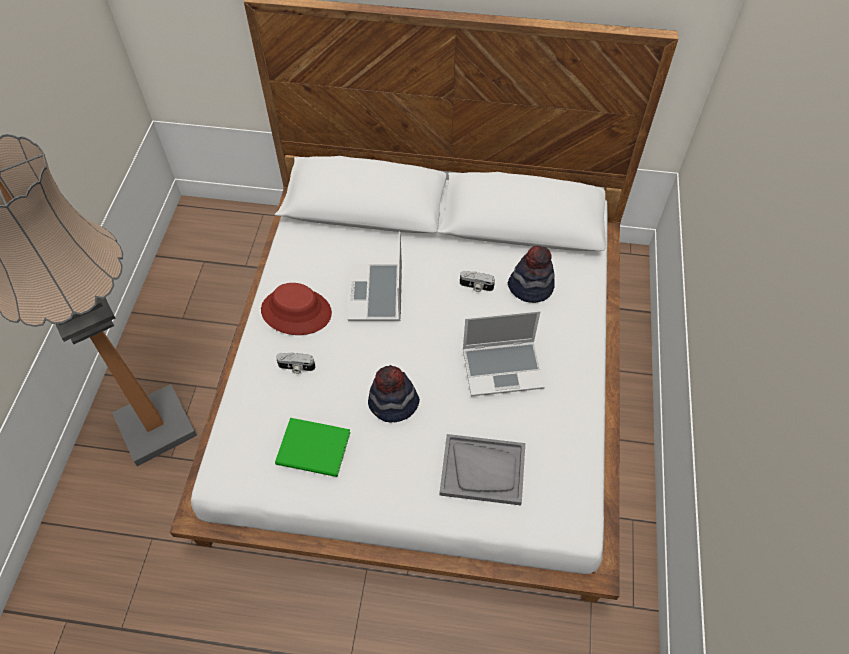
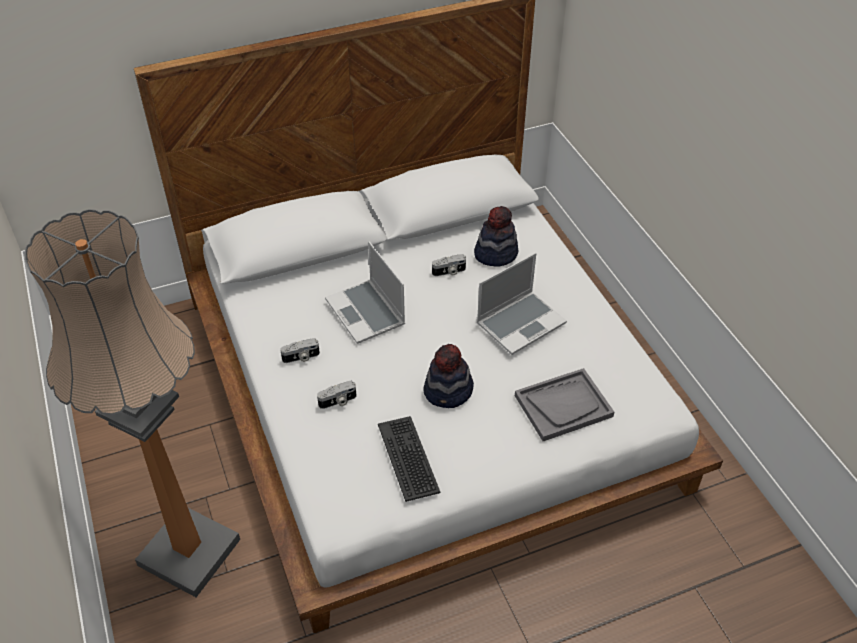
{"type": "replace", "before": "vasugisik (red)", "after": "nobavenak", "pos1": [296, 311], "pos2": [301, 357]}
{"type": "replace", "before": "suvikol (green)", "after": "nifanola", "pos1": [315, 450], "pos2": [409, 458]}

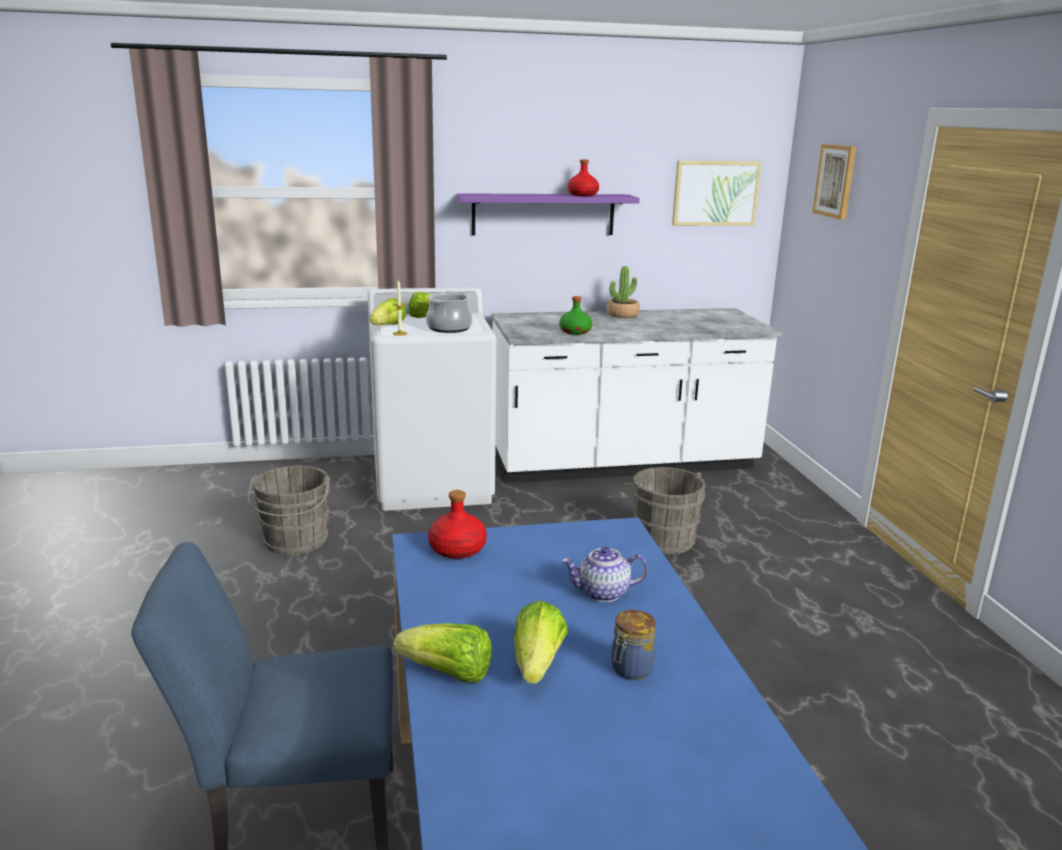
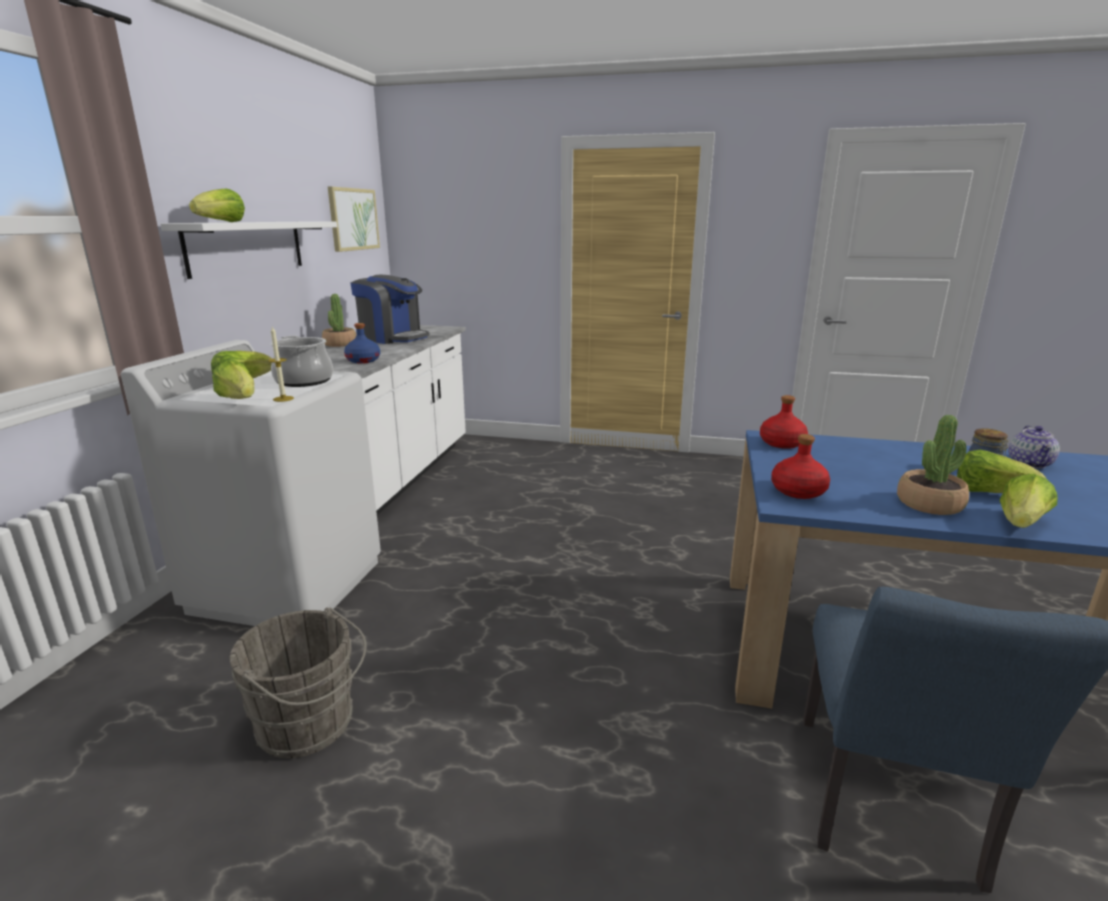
{"type": "delete", "before": "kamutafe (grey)", "pos1": [661, 538]}
{"type": "delete", "before": "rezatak", "pos1": [836, 181]}
{"type": "insert", "after": "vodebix", "pos2": [222, 222]}
{"type": "insert", "after": "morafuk", "pos2": [392, 338]}
{"type": "insert", "after": "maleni", "pos2": [929, 504]}
{"type": "move", "before": "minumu", "pos1": [603, 593], "pos2": [1030, 463]}
{"type": "move", "before": "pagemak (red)", "pos1": [582, 195], "pos2": [781, 443]}
{"type": "recolor", "before": "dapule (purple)", "after": "dapule (white)", "pos1": [543, 214], "pos2": [246, 247]}
{"type": "recolor", "before": "pagemak (green)", "after": "pagemak (blue)", "pos1": [575, 332], "pos2": [363, 360]}

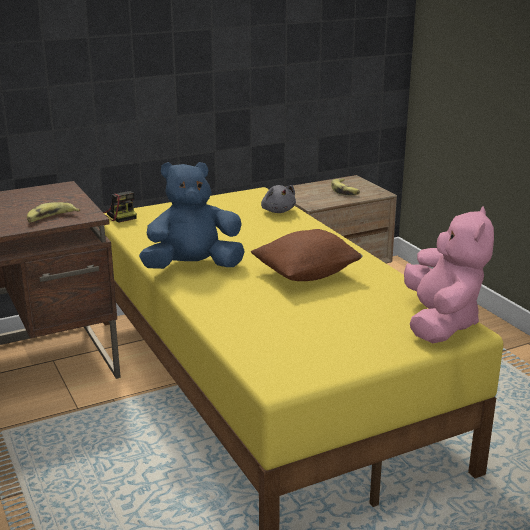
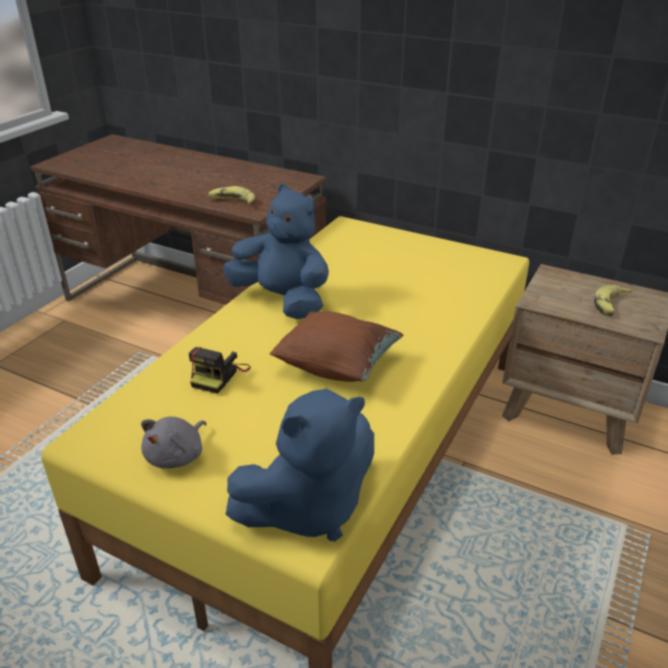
{"type": "move", "before": "nobavenak", "pos1": [120, 215], "pos2": [219, 375]}
{"type": "move", "before": "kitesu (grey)", "pos1": [278, 211], "pos2": [177, 455]}
{"type": "recolor", "before": "kitesu (pink)", "after": "kitesu (blue)", "pos1": [440, 323], "pos2": [309, 507]}

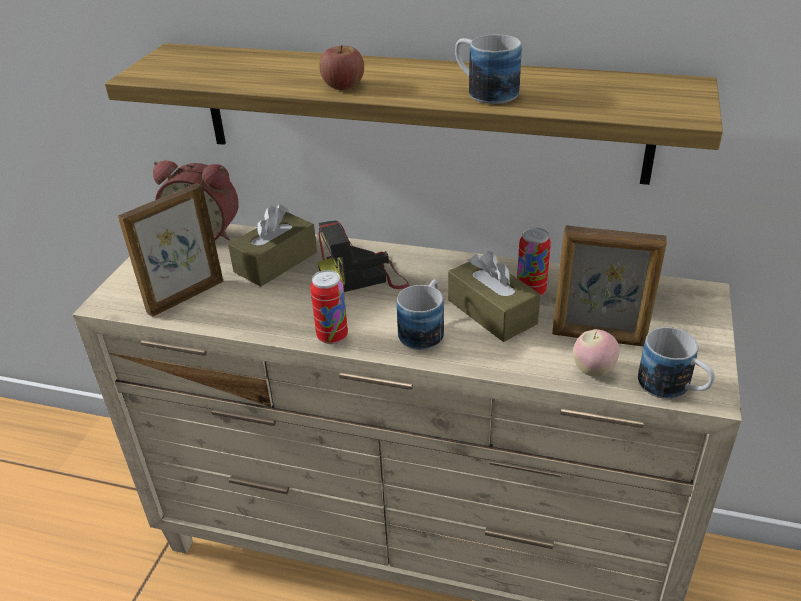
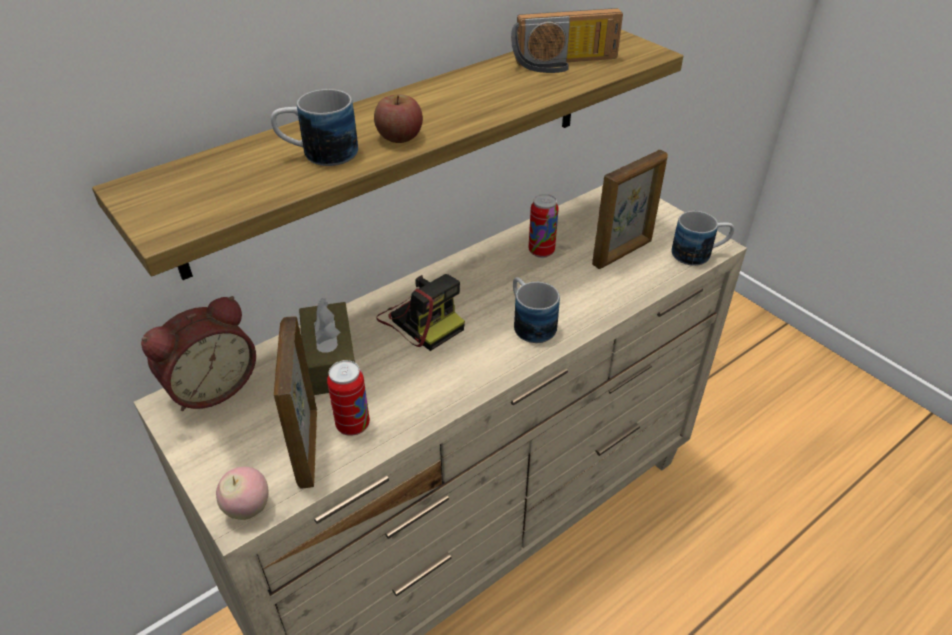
{"type": "delete", "before": "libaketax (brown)", "pos1": [492, 312]}
{"type": "insert", "after": "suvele", "pos2": [565, 64]}
{"type": "move", "before": "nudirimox", "pos1": [332, 336], "pos2": [353, 425]}
{"type": "move", "before": "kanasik", "pos1": [484, 91], "pos2": [318, 154]}
{"type": "move", "before": "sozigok", "pos1": [593, 370], "pos2": [248, 508]}
{"type": "rotate", "before": "nobavenak", "pos1": [364, 276], "pos2": [421, 320], "turn": -60}

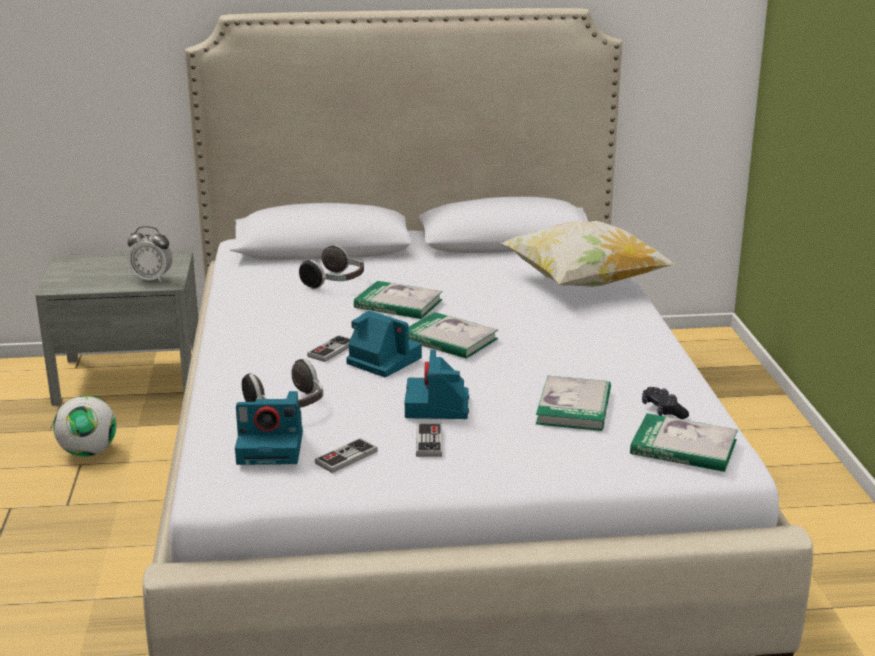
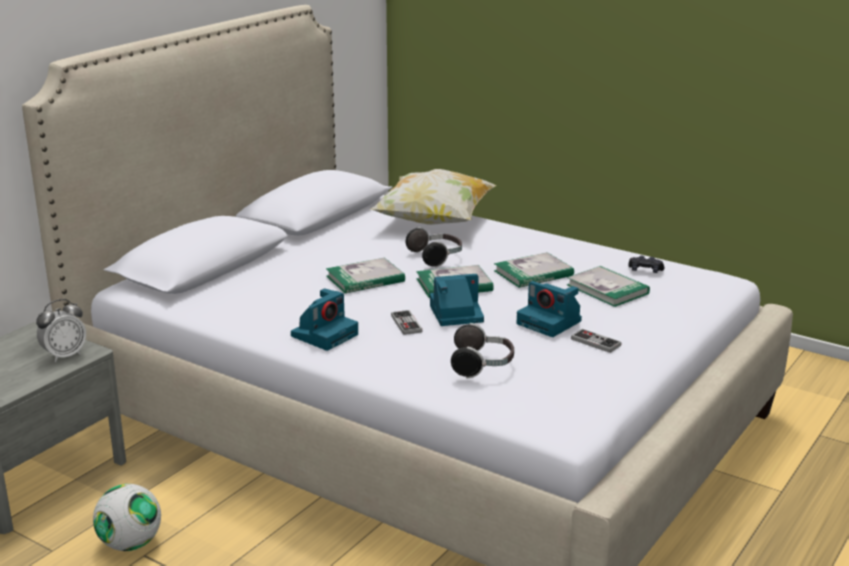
{"type": "delete", "before": "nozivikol", "pos1": [346, 457]}
{"type": "move", "before": "nobavenak", "pos1": [272, 447], "pos2": [325, 334]}
{"type": "move", "before": "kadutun", "pos1": [335, 282], "pos2": [436, 257]}
{"type": "move", "before": "suvikol", "pos1": [683, 447], "pos2": [533, 273]}

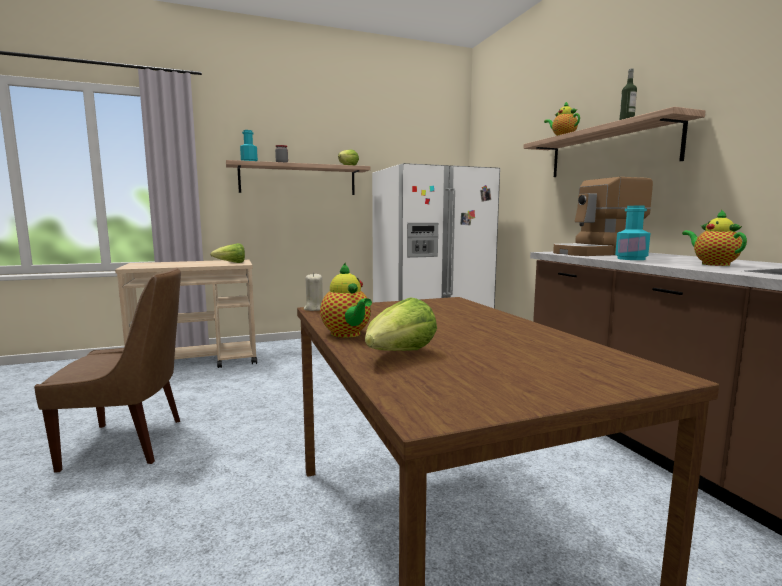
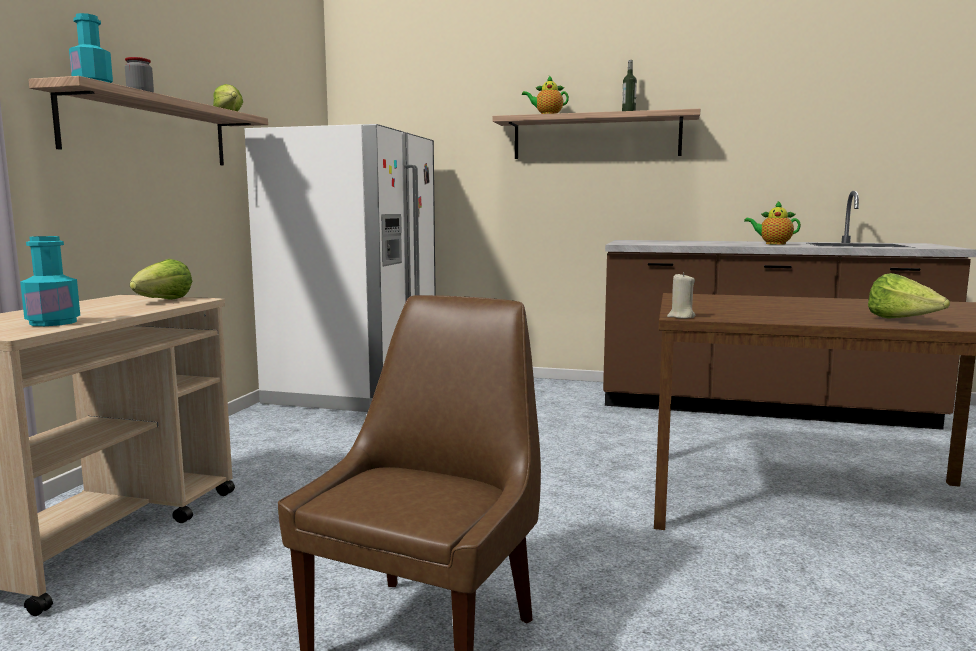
{"type": "delete", "before": "minumu", "pos1": [347, 334]}
{"type": "delete", "before": "morafuk", "pos1": [598, 253]}
{"type": "move", "before": "pagemak (turquoise)", "pos1": [631, 259], "pos2": [53, 323]}

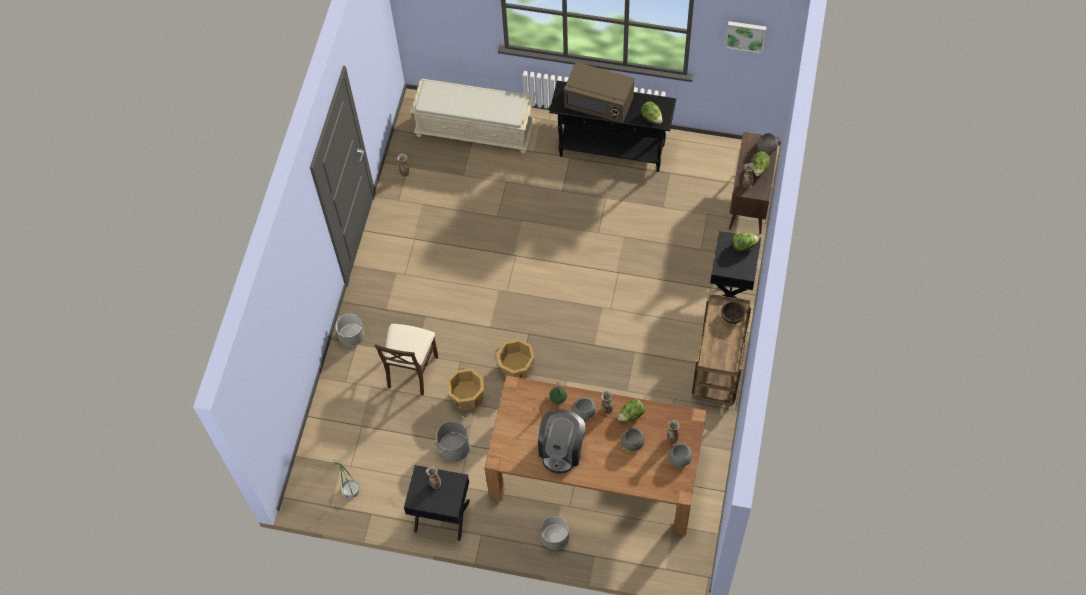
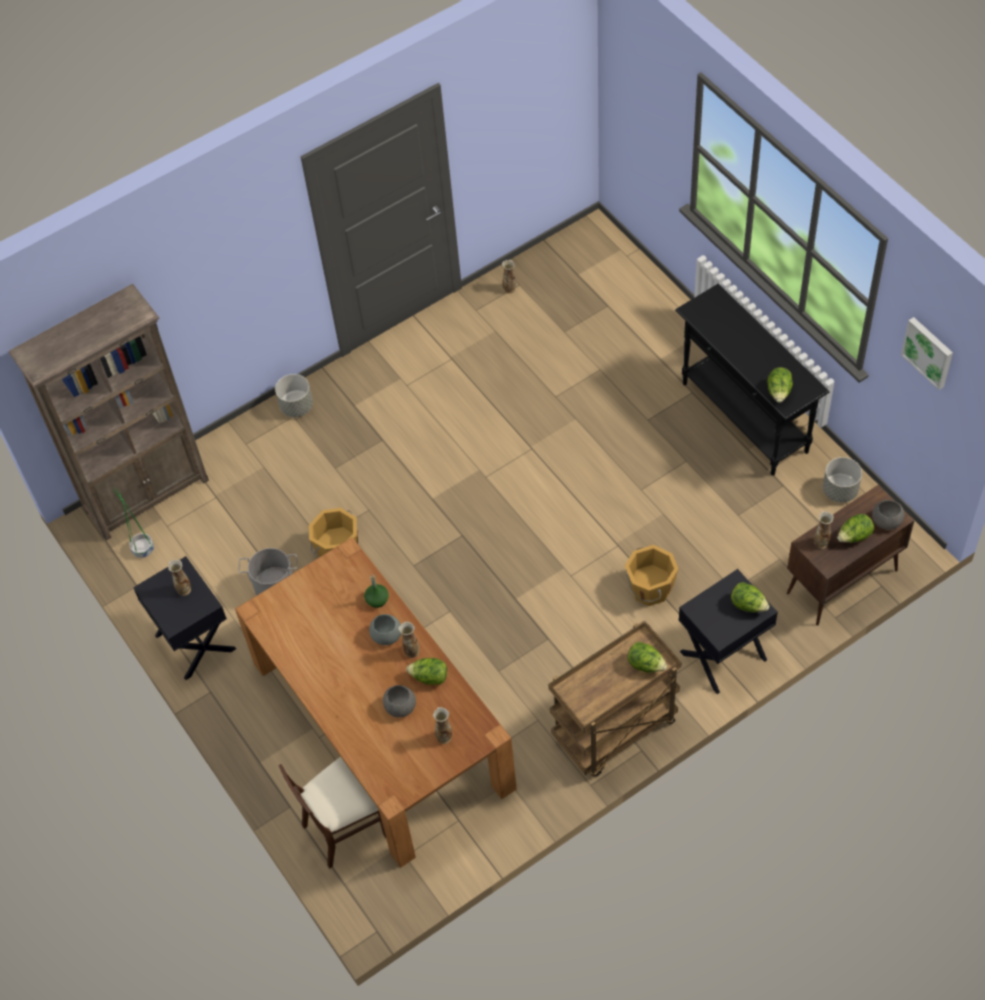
{"type": "delete", "before": "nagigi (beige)", "pos1": [475, 130]}
{"type": "delete", "before": "morafuk", "pos1": [562, 449]}
{"type": "delete", "before": "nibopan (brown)", "pos1": [599, 104]}
{"type": "delete", "before": "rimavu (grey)", "pos1": [679, 459]}
{"type": "insert", "after": "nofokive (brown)", "pos2": [147, 494]}
{"type": "move", "before": "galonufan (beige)", "pos1": [411, 370], "pos2": [345, 828]}
{"type": "move", "before": "kamutafe (orange)", "pos1": [516, 369], "pos2": [650, 588]}
{"type": "move", "before": "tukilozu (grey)", "pos1": [555, 538], "pos2": [839, 490]}
{"type": "replace", "before": "rimavu (brown)", "after": "vodebix", "pos1": [732, 316], "pos2": [646, 664]}

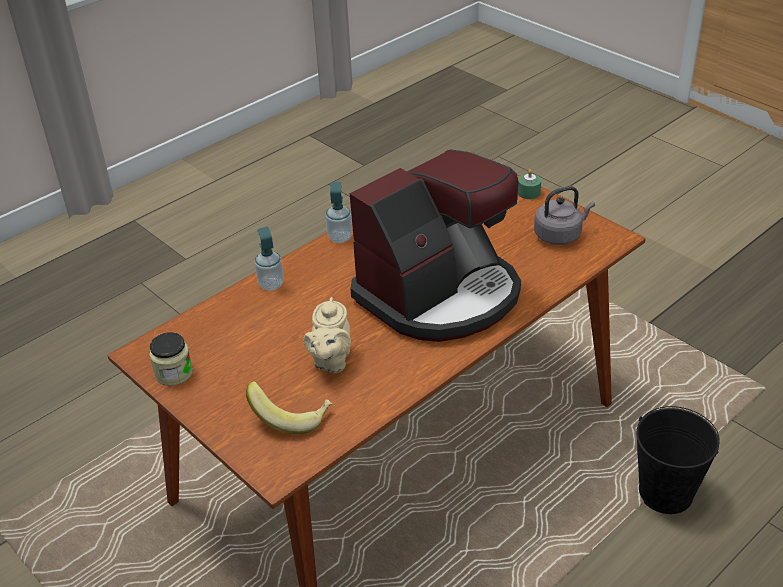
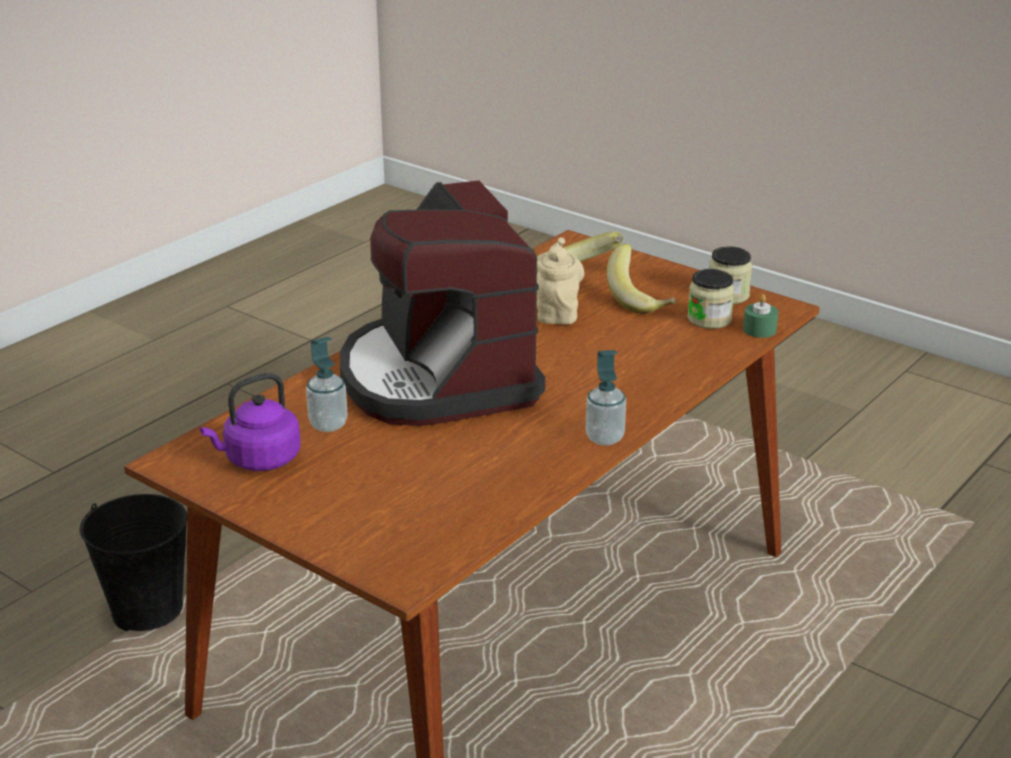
{"type": "insert", "after": "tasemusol", "pos2": [641, 300]}
{"type": "insert", "after": "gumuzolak", "pos2": [709, 319]}
{"type": "move", "before": "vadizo", "pos1": [271, 284], "pos2": [328, 425]}
{"type": "move", "before": "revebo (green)", "pos1": [528, 192], "pos2": [759, 330]}
{"type": "recolor", "before": "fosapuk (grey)", "after": "fosapuk (purple)", "pos1": [560, 235], "pos2": [259, 460]}
{"type": "rotate", "before": "morafuk", "pos1": [440, 295], "pos2": [438, 378], "turn": -60}

